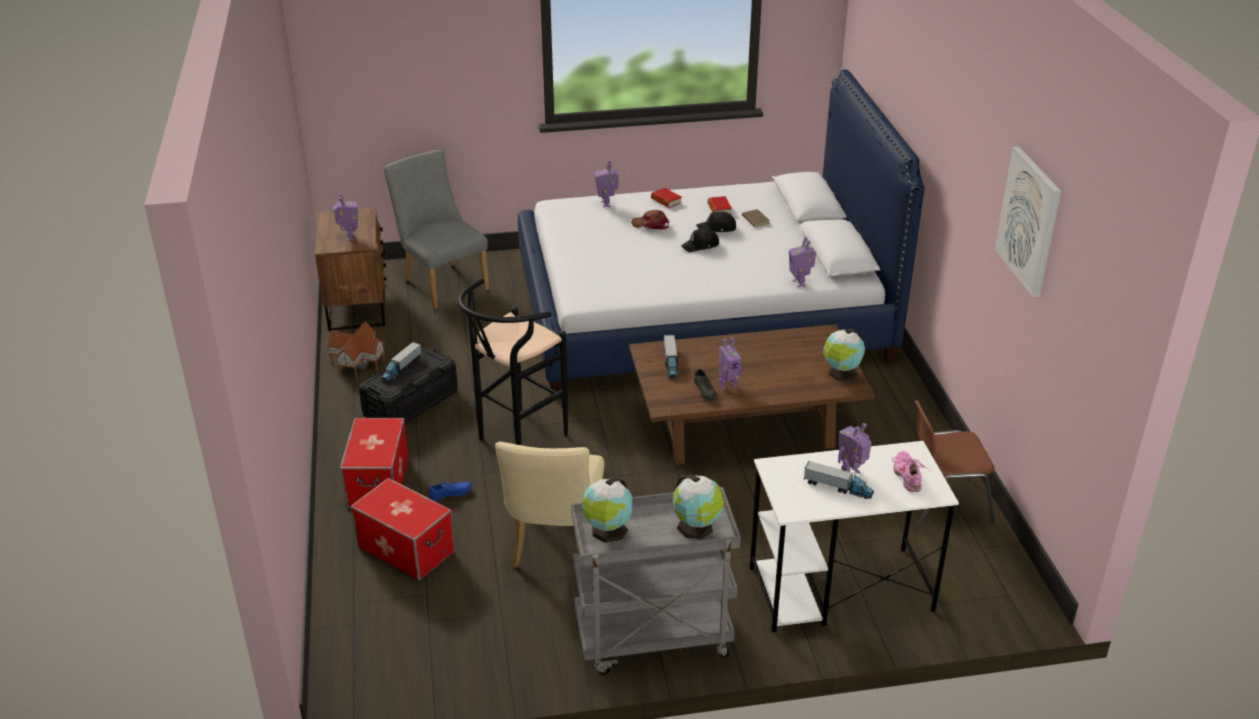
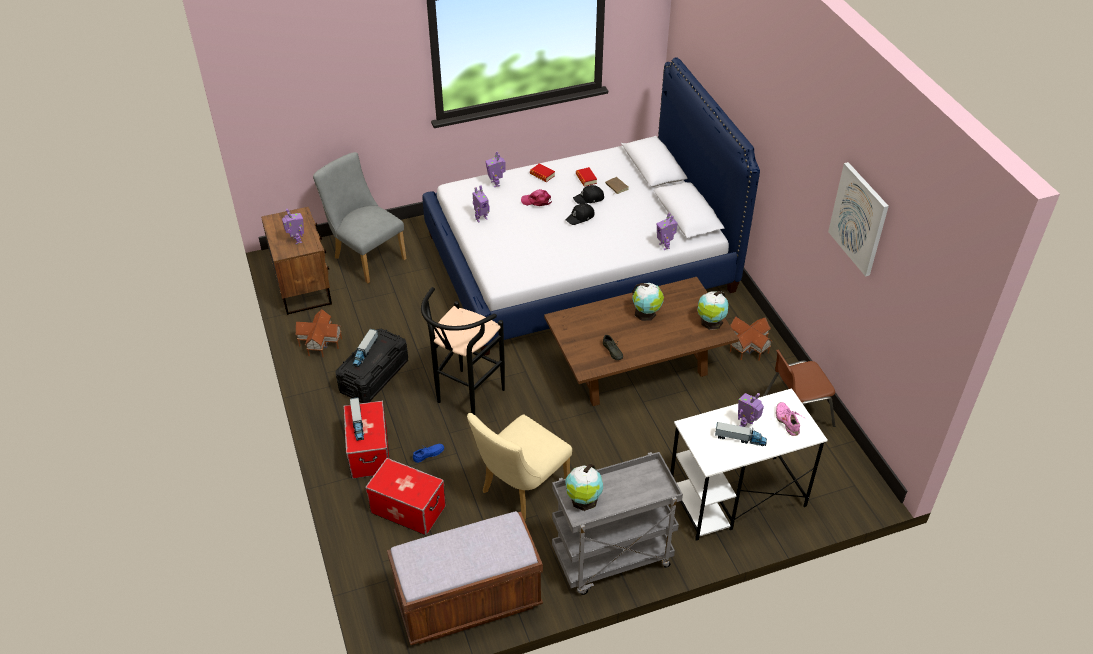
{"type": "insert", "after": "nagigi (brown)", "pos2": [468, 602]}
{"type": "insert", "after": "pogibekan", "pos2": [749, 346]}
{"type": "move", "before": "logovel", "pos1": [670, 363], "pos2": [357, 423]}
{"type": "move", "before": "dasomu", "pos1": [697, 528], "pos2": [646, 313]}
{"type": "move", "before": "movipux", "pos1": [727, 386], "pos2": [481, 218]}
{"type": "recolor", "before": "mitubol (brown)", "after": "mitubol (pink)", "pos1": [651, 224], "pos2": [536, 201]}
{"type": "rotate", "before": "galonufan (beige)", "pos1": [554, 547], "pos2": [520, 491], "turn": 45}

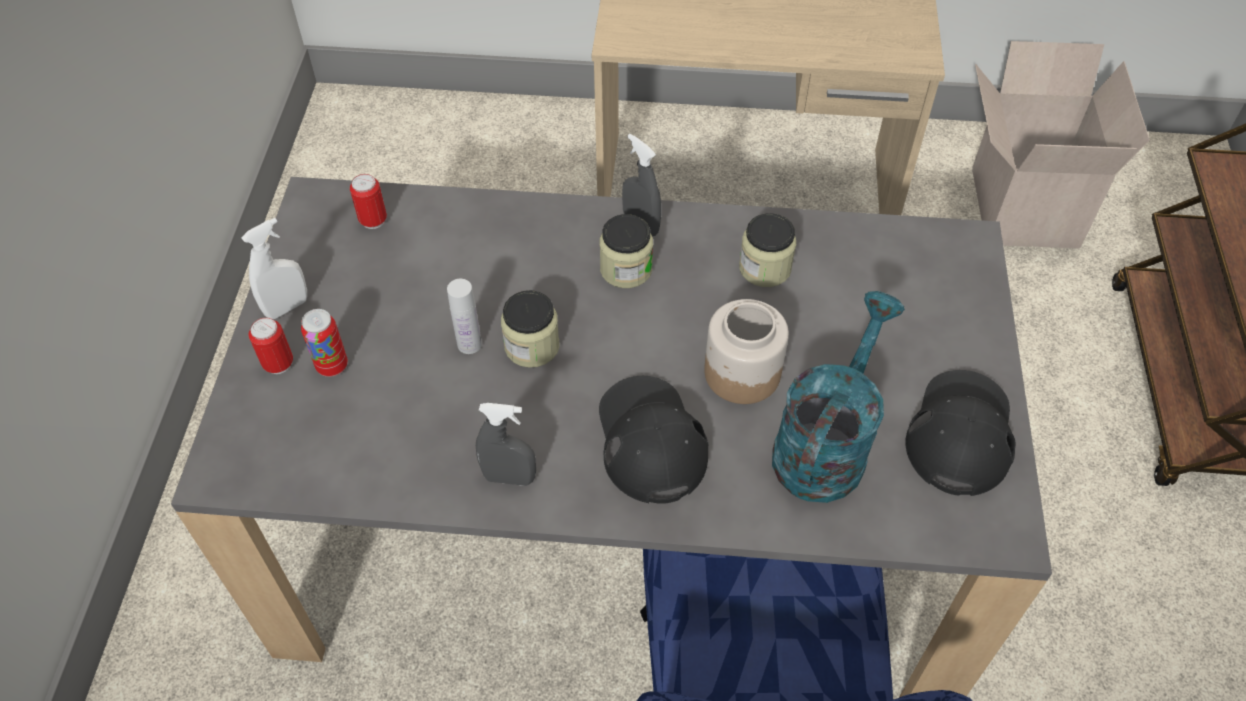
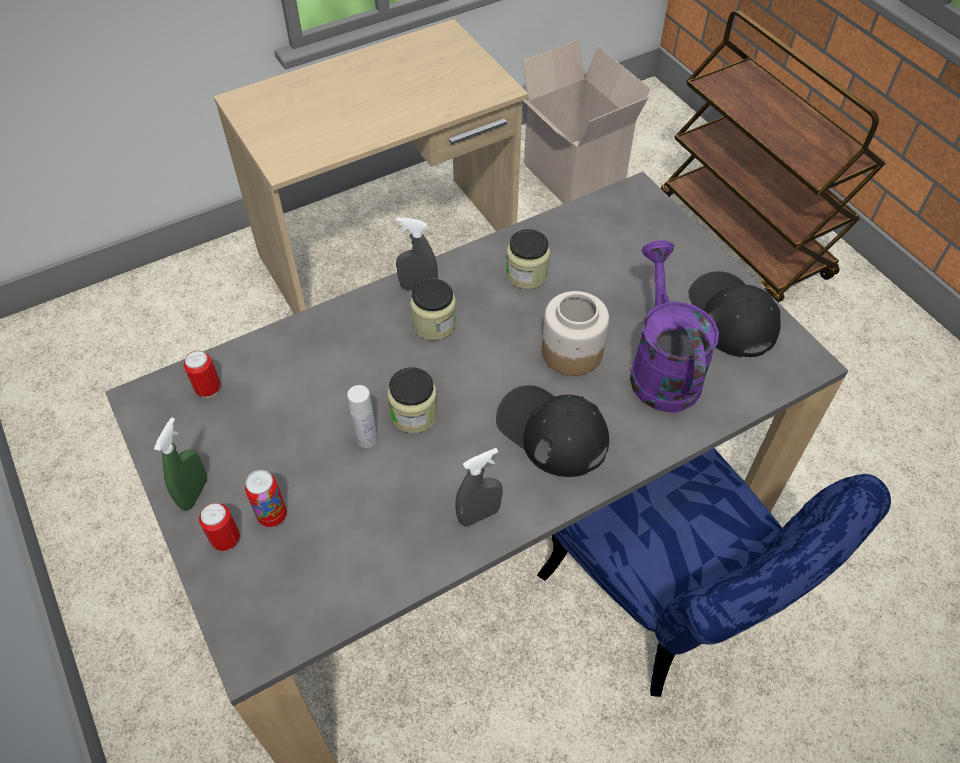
{"type": "recolor", "before": "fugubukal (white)", "after": "fugubukal (green)", "pos1": [287, 307], "pos2": [194, 493]}
{"type": "recolor", "before": "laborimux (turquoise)", "after": "laborimux (purple)", "pos1": [825, 443], "pos2": [661, 368]}

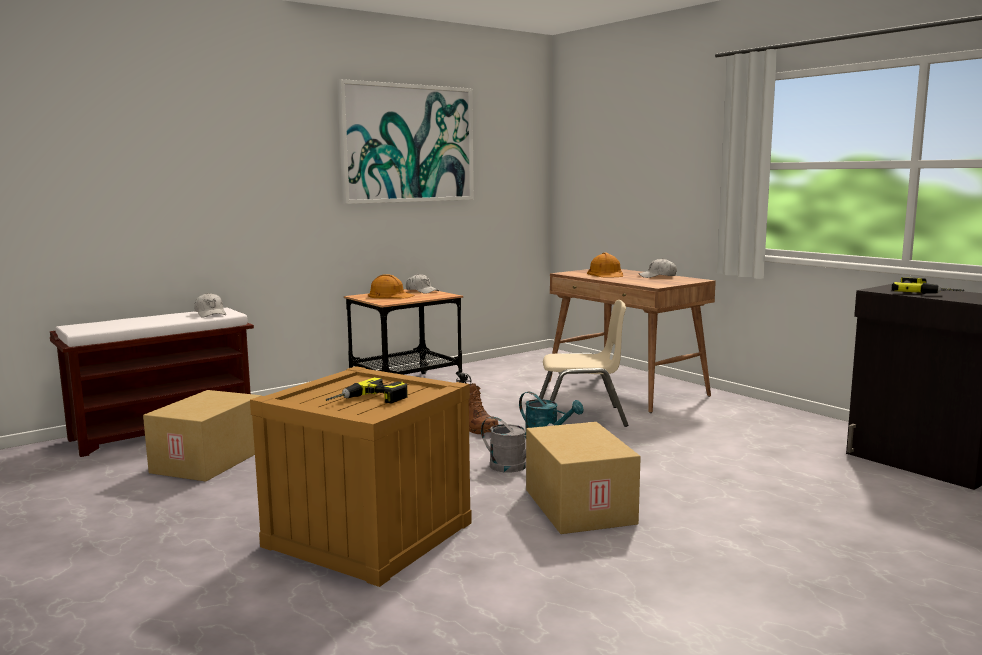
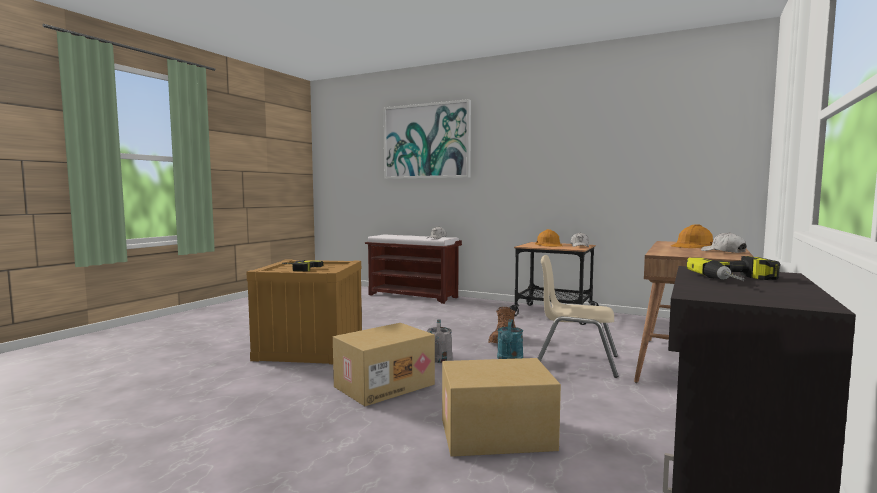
{"type": "move", "before": "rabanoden", "pos1": [209, 461], "pos2": [496, 435]}
{"type": "move", "before": "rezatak", "pos1": [408, 143], "pos2": [426, 141]}
{"type": "rotate", "before": "galonufan (beige)", "pos1": [581, 417], "pos2": [576, 362], "turn": 135}

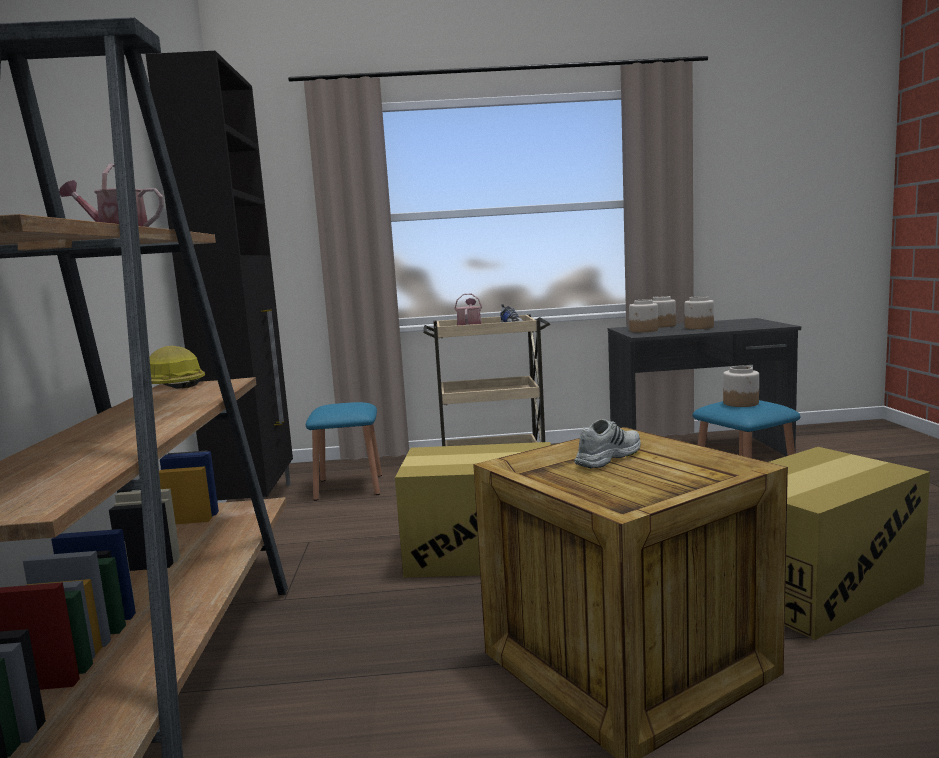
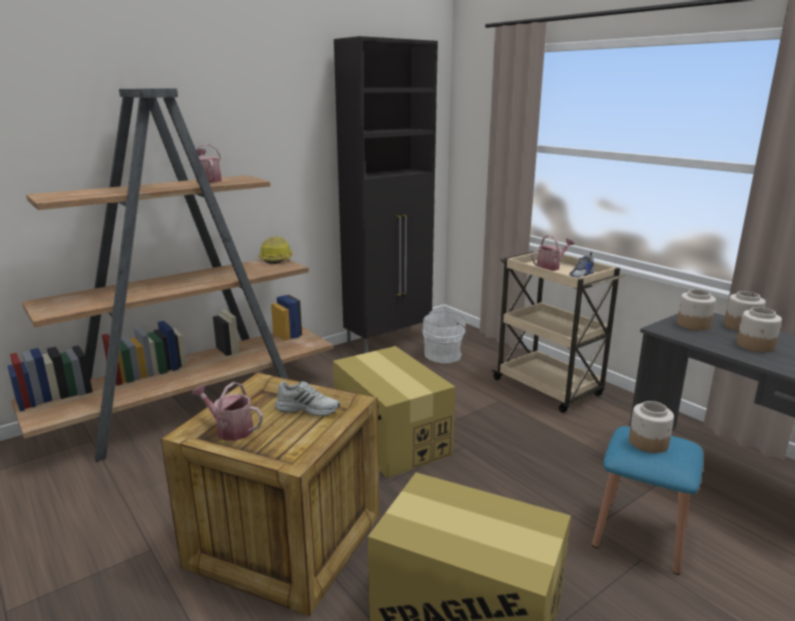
{"type": "insert", "after": "laborimux", "pos2": [230, 429]}
{"type": "replace", "before": "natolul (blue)", "after": "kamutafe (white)", "pos1": [349, 487], "pos2": [444, 355]}

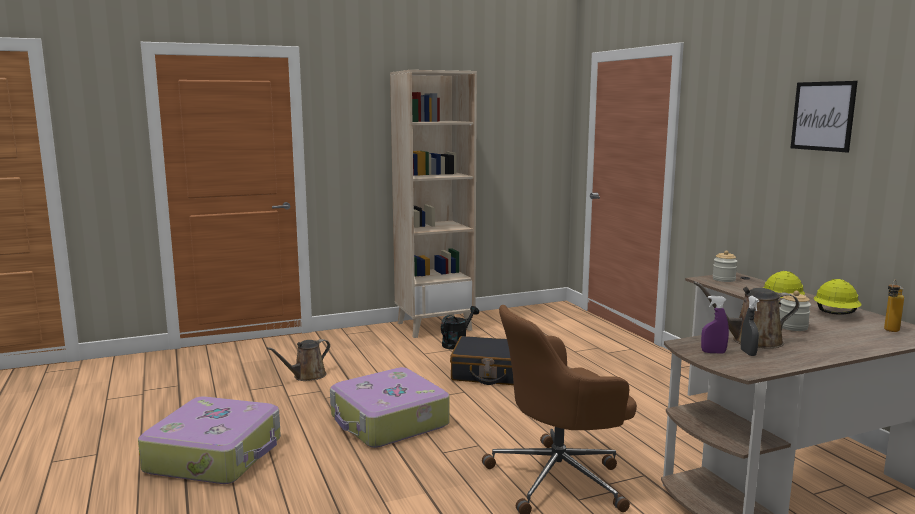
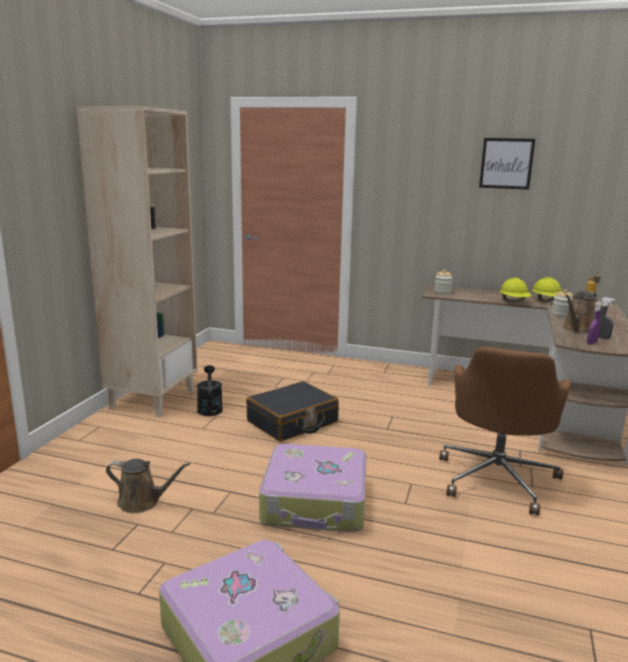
{"type": "rotate", "before": "laborimux (brown)", "pos1": [307, 376], "pos2": [142, 502], "turn": -75}

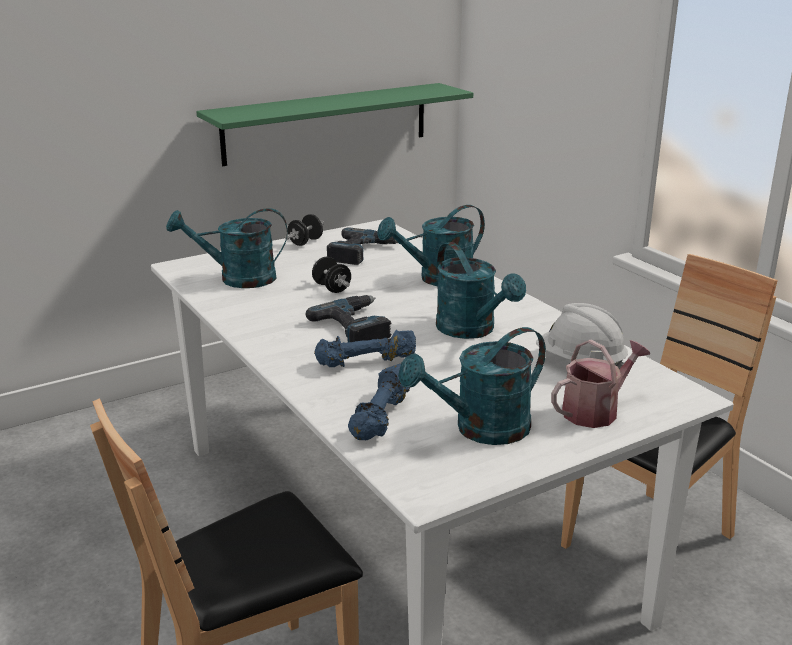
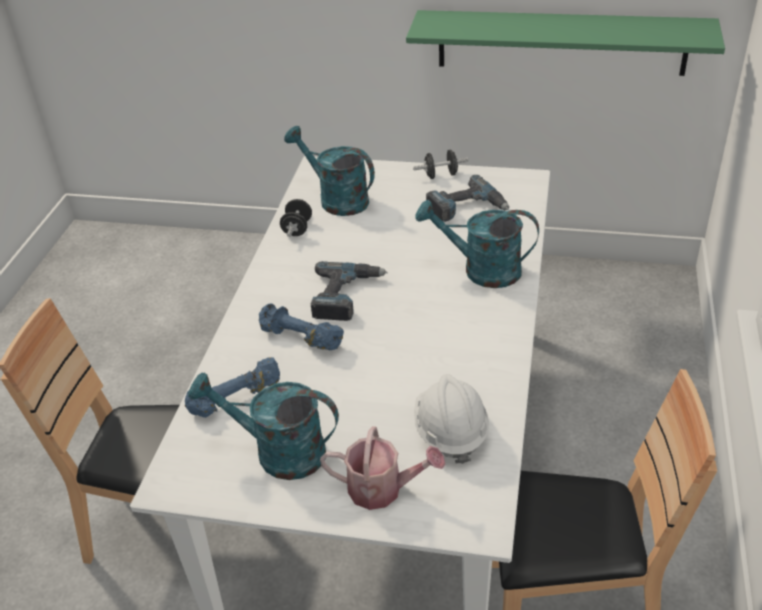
{"type": "delete", "before": "laborimux (turquoise)", "pos1": [472, 330]}
{"type": "move", "before": "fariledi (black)", "pos1": [332, 288], "pos2": [297, 229]}

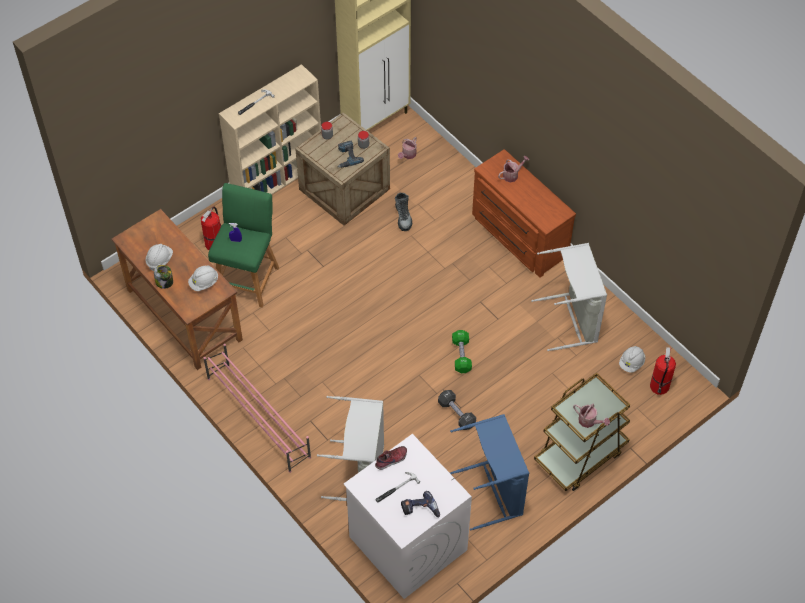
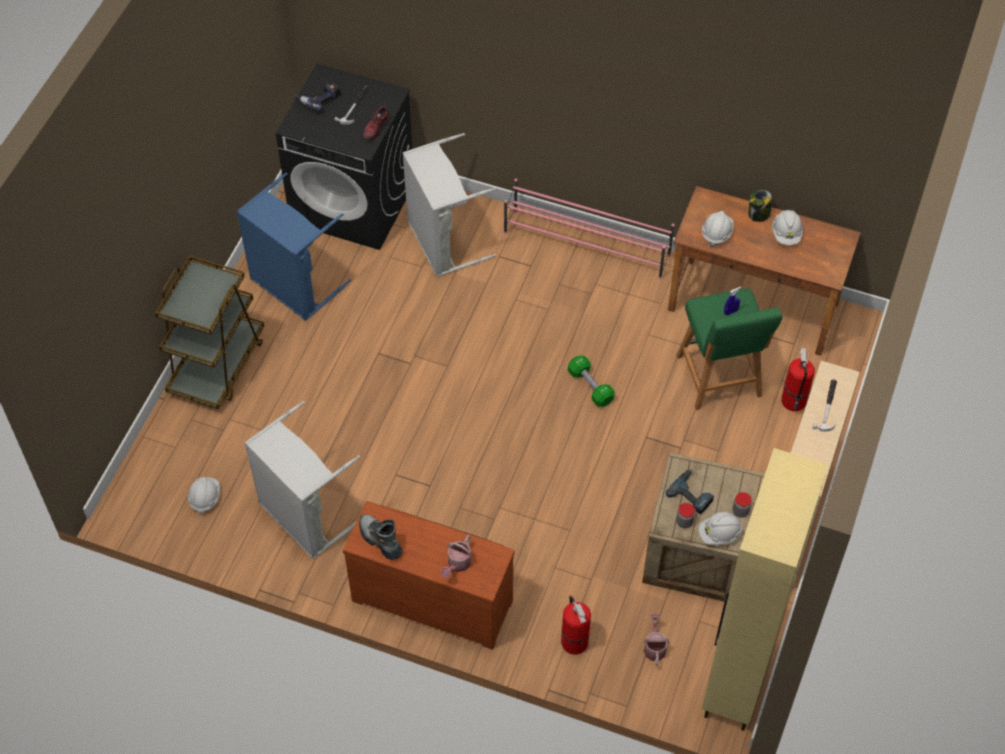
{"type": "delete", "before": "fariledi (black)", "pos1": [456, 414]}
{"type": "delete", "before": "laborimux", "pos1": [589, 421]}
{"type": "insert", "after": "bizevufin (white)", "pos2": [719, 534]}
{"type": "move", "before": "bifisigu", "pos1": [403, 217], "pos2": [380, 539]}
{"type": "move", "before": "fariledi (green)", "pos1": [461, 355], "pos2": [590, 386]}
{"type": "move", "before": "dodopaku", "pos1": [659, 387], "pos2": [574, 640]}
{"type": "recolor", "before": "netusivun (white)", "after": "netusivun (black)", "pos1": [407, 543], "pos2": [353, 203]}

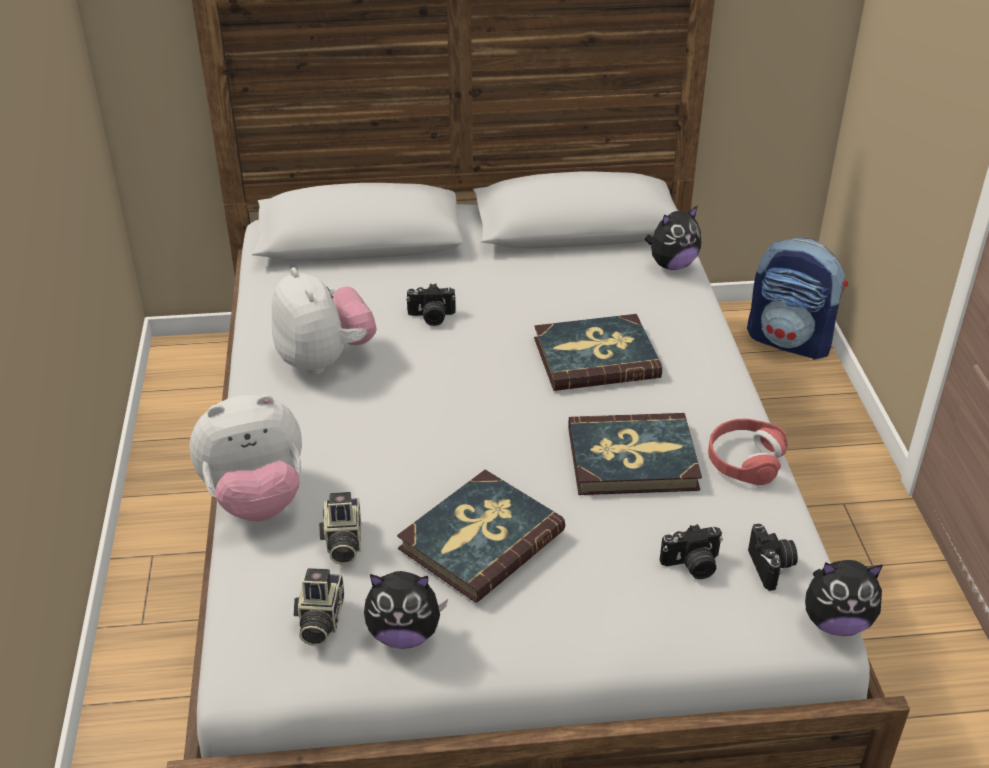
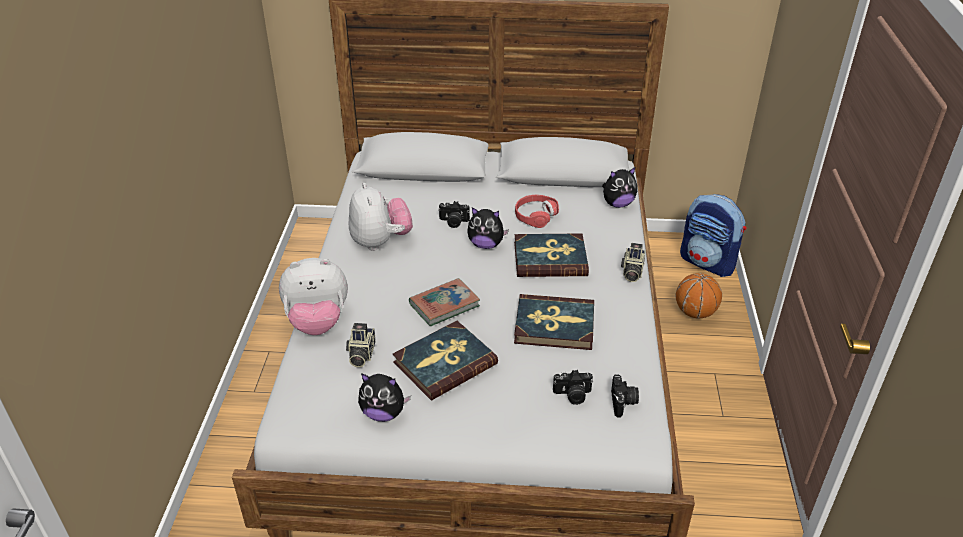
{"type": "insert", "after": "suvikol", "pos2": [444, 305]}
{"type": "insert", "after": "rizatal", "pos2": [695, 312]}
{"type": "move", "before": "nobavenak", "pos1": [319, 620], "pos2": [631, 272]}
{"type": "move", "before": "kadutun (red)", "pos1": [744, 459], "pos2": [535, 215]}
{"type": "move", "before": "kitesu", "pos1": [836, 622], "pos2": [486, 245]}

